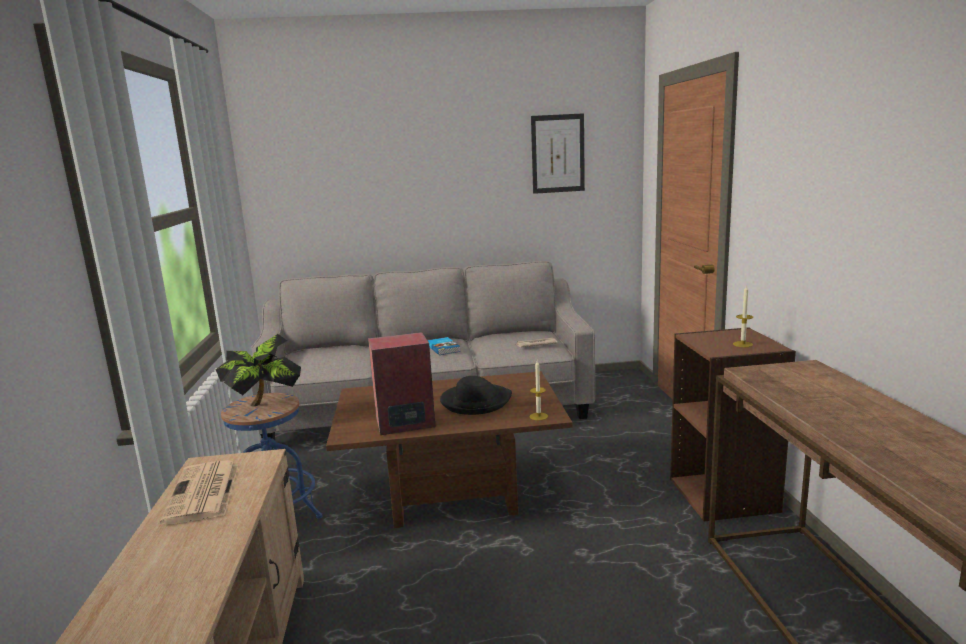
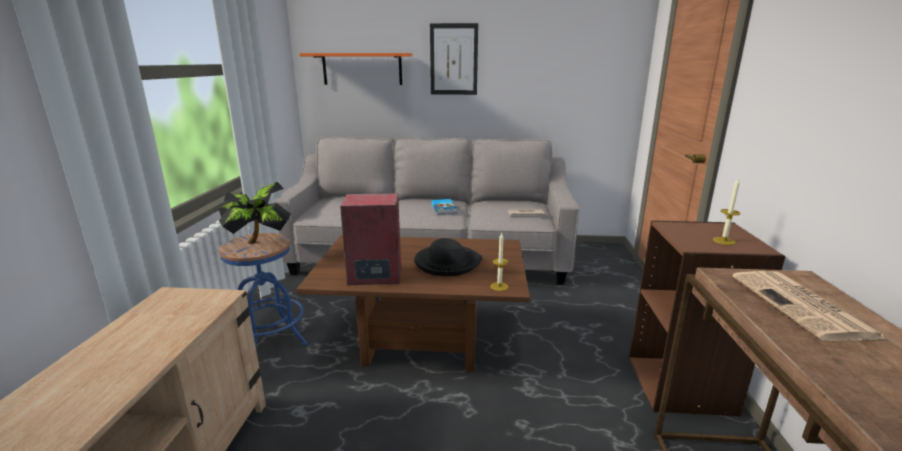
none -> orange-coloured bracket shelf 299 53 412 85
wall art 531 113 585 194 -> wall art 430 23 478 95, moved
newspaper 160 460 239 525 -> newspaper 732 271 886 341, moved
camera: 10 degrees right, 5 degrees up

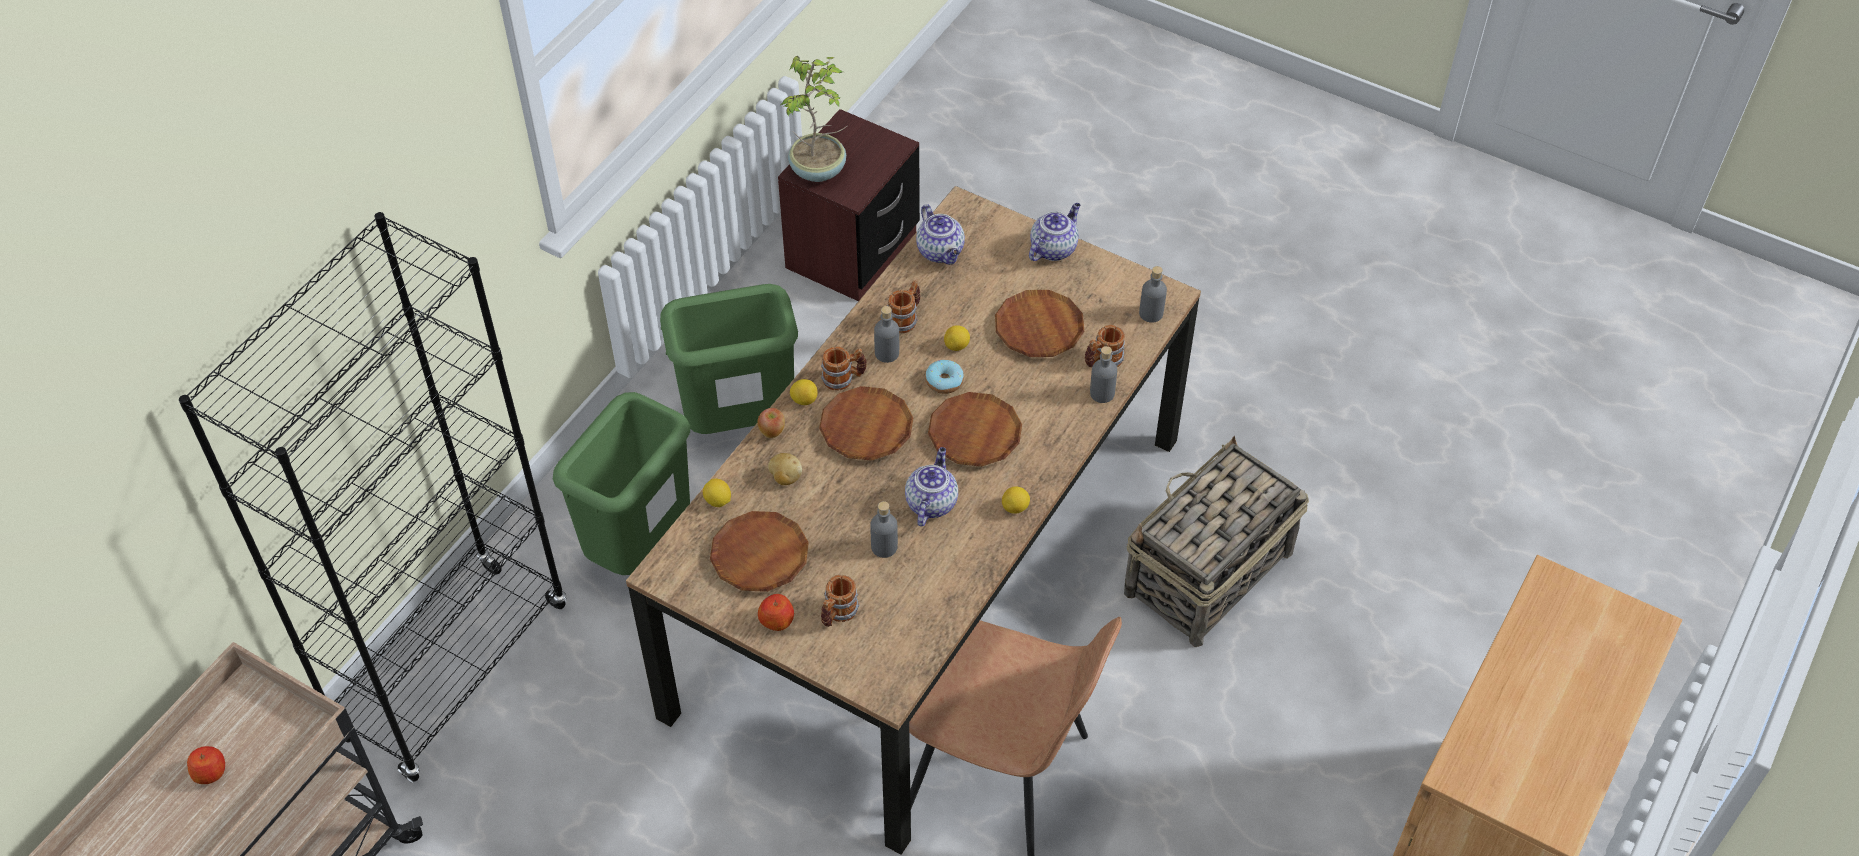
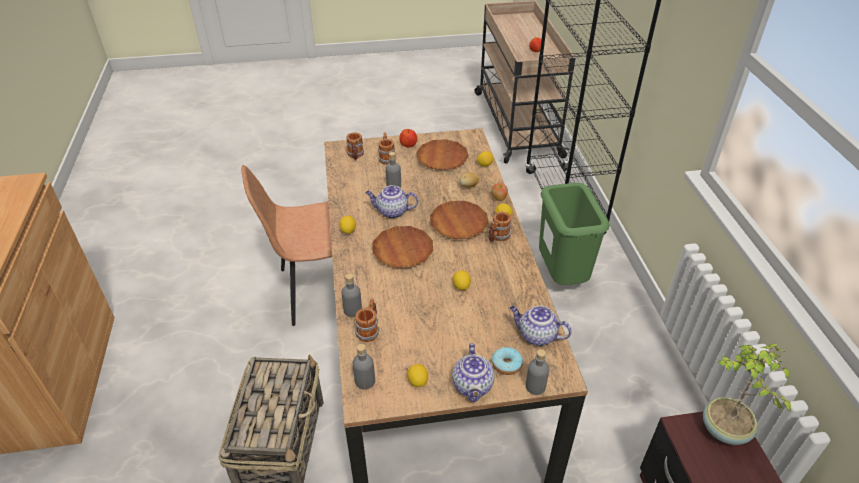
mug 887 280 920 333 -> mug 346 132 364 160, moved
tea pot 905 447 958 526 -> tea pot 366 185 418 219, 120 degrees clockwise
none -> lemon 407 364 428 387
donut 925 360 964 394 -> donut 492 347 523 375, moved
grey bottle 874 306 899 363 -> grey bottle 525 349 549 395, moved
green rubbish bin 660 284 798 434 -> none
brownish dinner plate 995 290 1084 357 -> none
camera: 140 degrees right, 10 degrees down

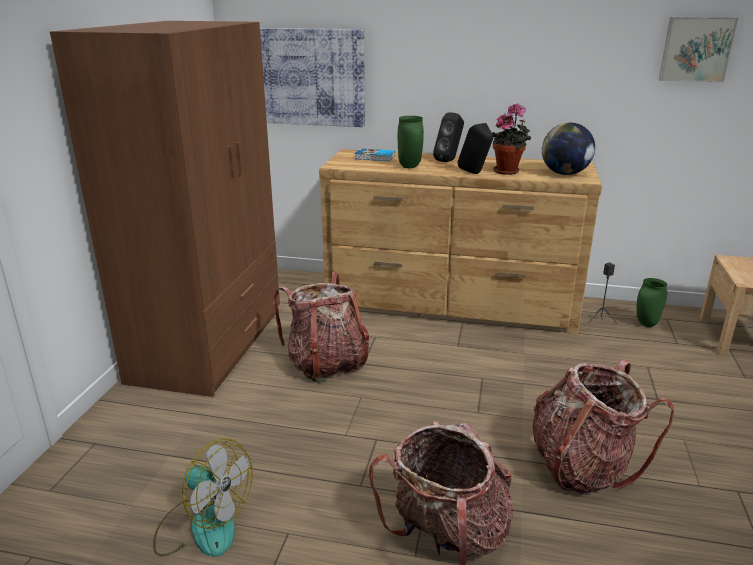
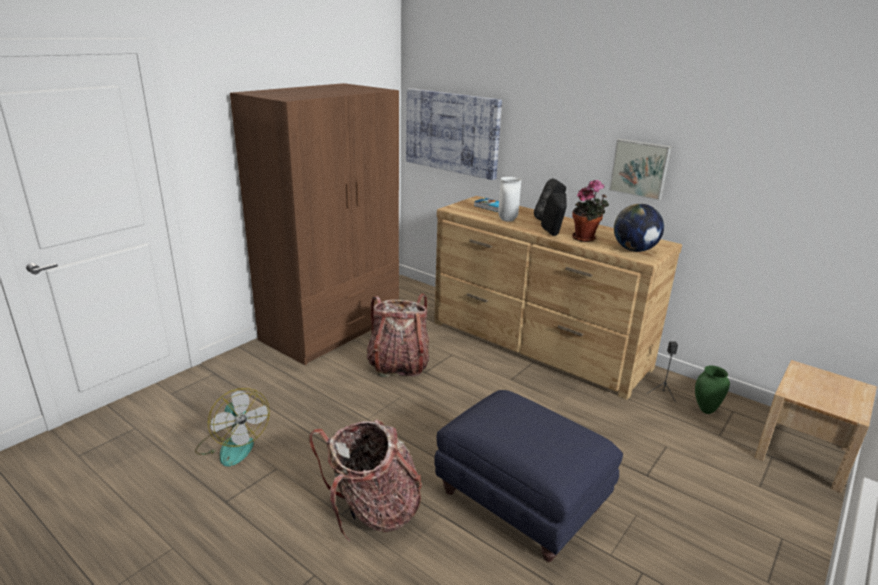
rucksack 533 359 674 494 -> bluish ottoman 434 390 623 562
green flower vase 398 116 424 168 -> white flower vase 498 177 521 221
wall art 659 17 738 83 -> wall art 609 139 671 200, moved
camera: 25 degrees right, 0 degrees up

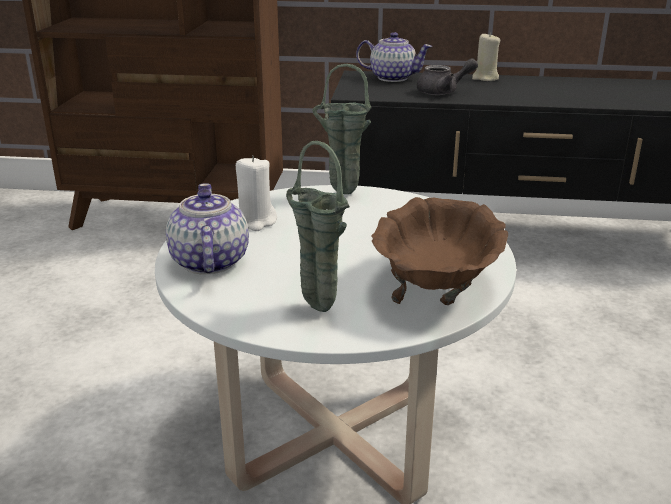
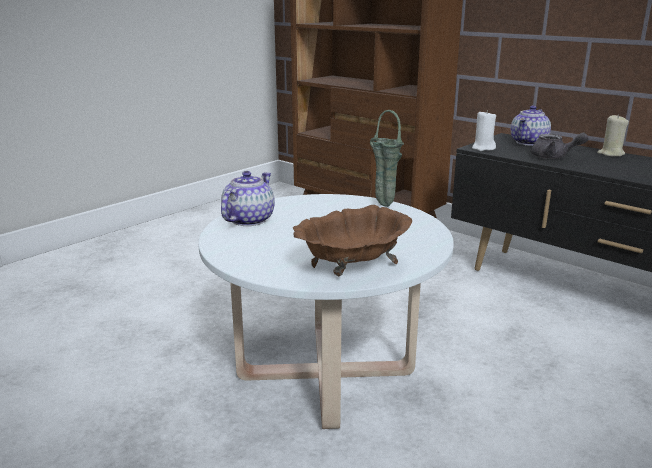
white wax light 236 155 277 231 -> white wax light 472 110 496 151, moved
tea pot 356 32 432 82 -> tea pot 511 105 551 146, 75 degrees clockwise
green flower vase 286 141 350 312 -> none
camera: 35 degrees right, 5 degrees down

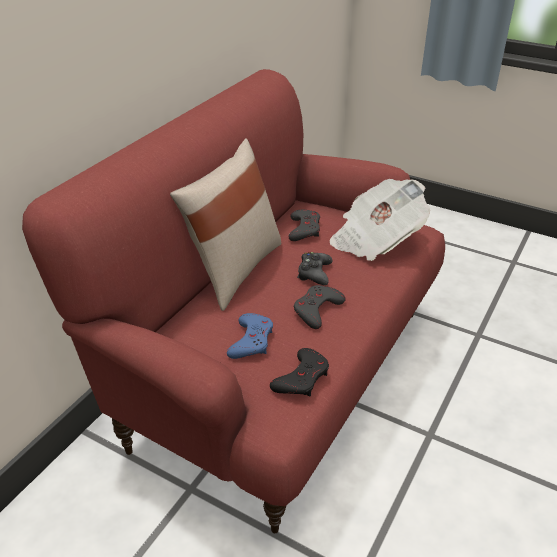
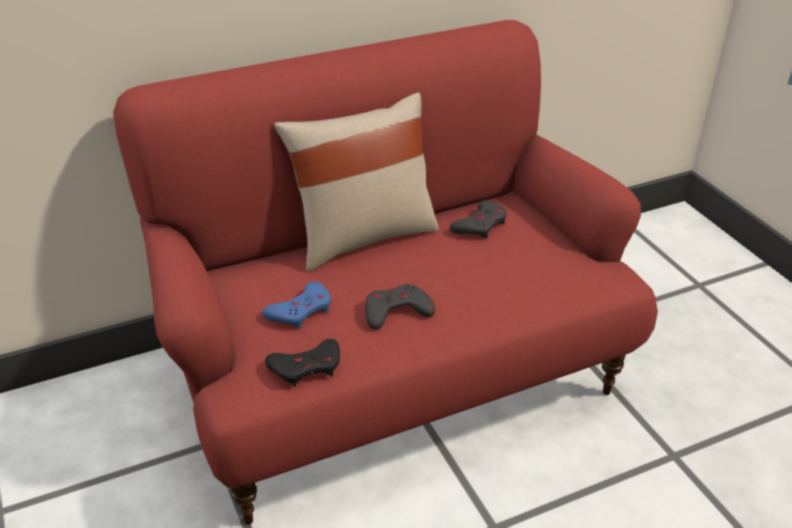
blackish game controller 297 252 332 285 -> none
newspaper 329 179 430 261 -> none
camera: 35 degrees right, 0 degrees up

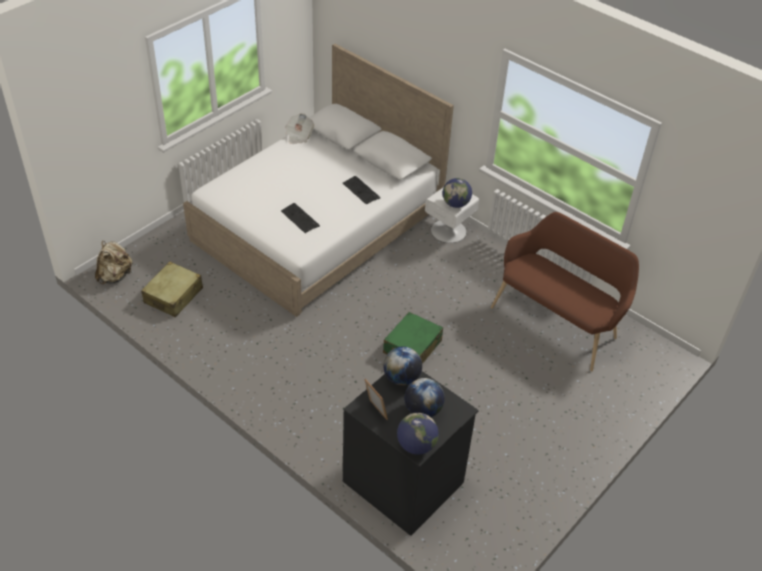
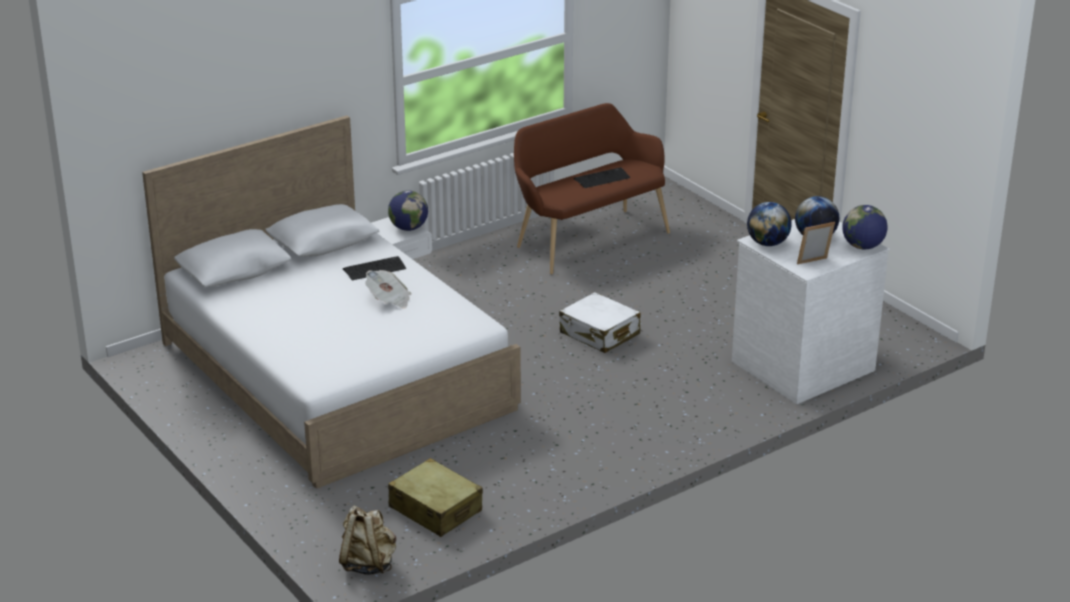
newspaper 285 113 314 144 -> newspaper 365 270 411 309, moved
green suitcase 383 312 443 364 -> white suitcase 559 292 640 353
PC keyboard 281 203 320 233 -> PC keyboard 574 168 631 188, moved
blackish dresser 343 371 479 536 -> white dresser 732 219 889 404
camera: 75 degrees left, 15 degrees down

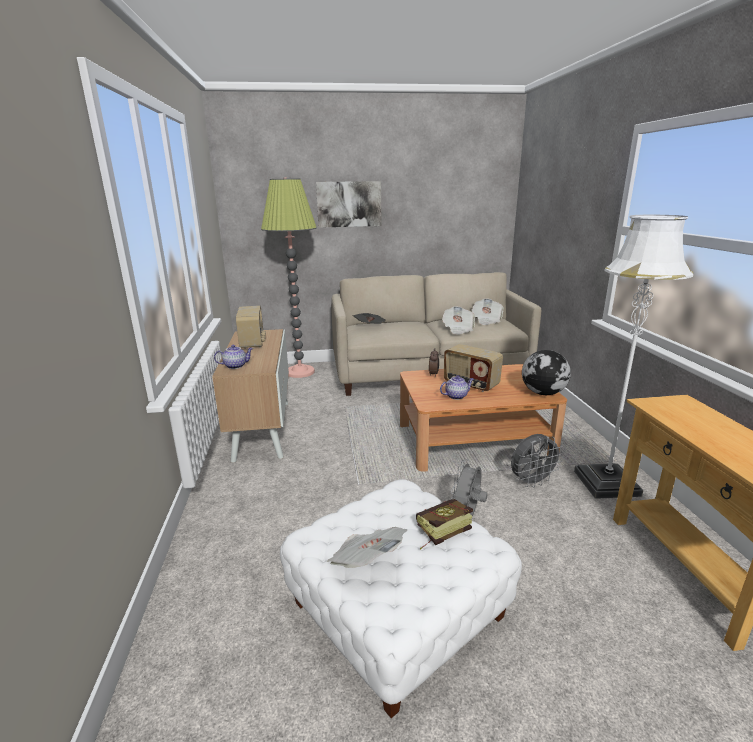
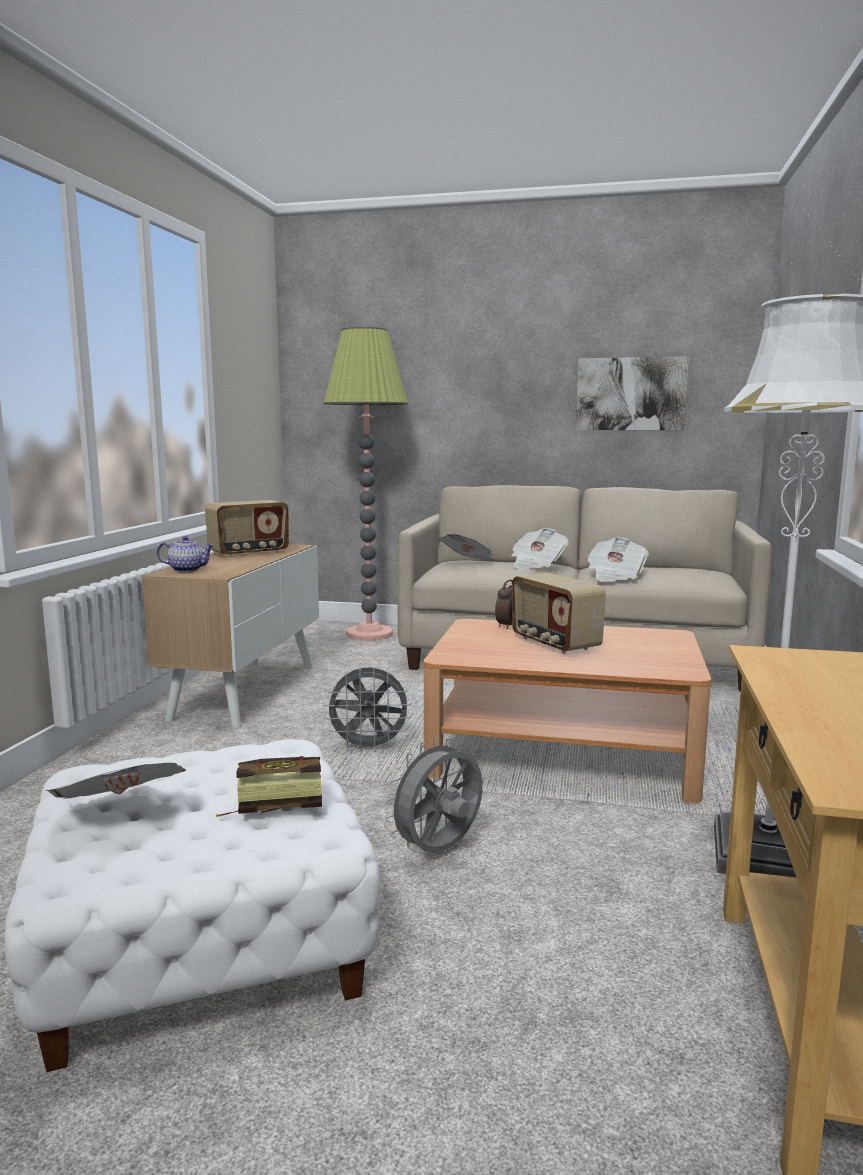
radio receiver 236 306 266 349 -> radio receiver 205 500 289 557, 45 degrees clockwise
grey cooling fan 511 434 564 488 -> grey cooling fan 323 668 412 752, moved
newspaper 471 298 504 325 -> newspaper 511 528 569 569, moved
wall art 316 181 381 228 -> wall art 576 356 689 430, moved
tea pot 440 376 473 400 -> none
world globe 522 350 571 395 -> none
camera: 20 degrees right, 10 degrees down

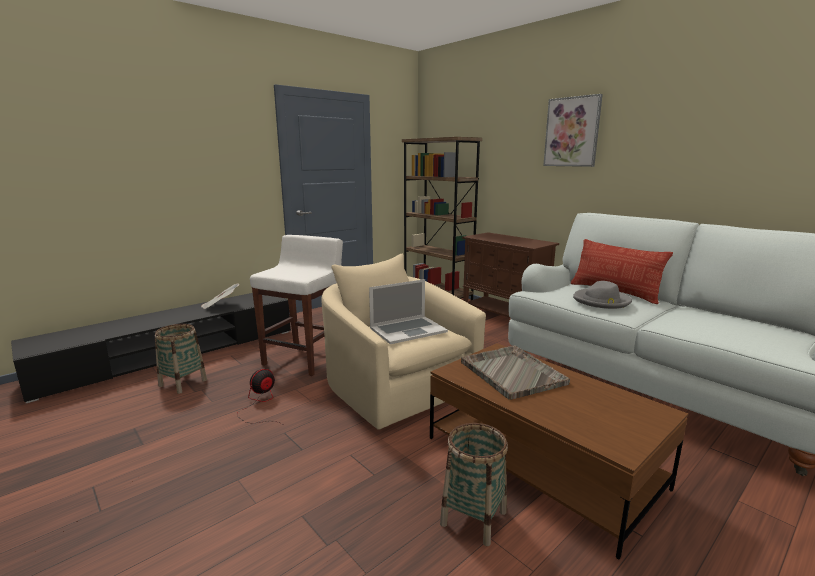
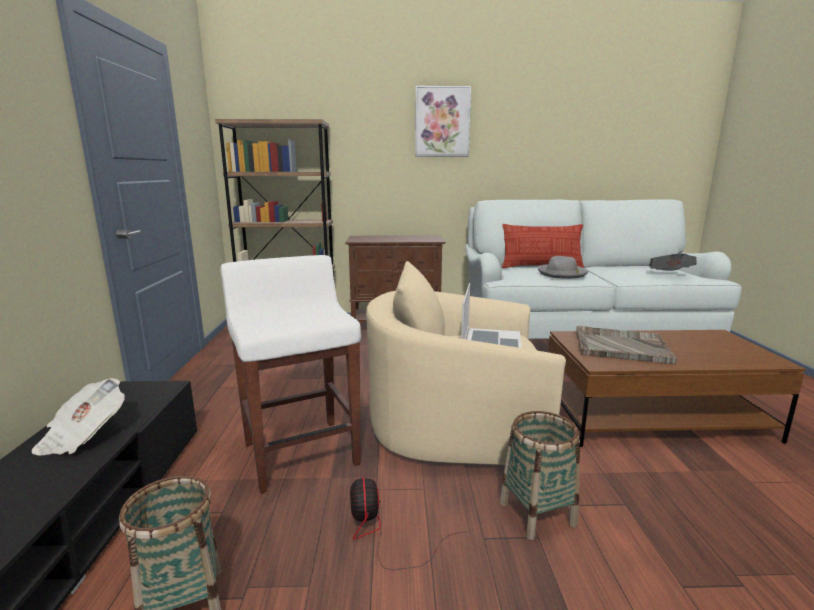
basket 440 423 508 546 -> basket 500 411 580 540, moved
none -> newspaper 649 254 697 271
camera: 50 degrees left, 0 degrees up

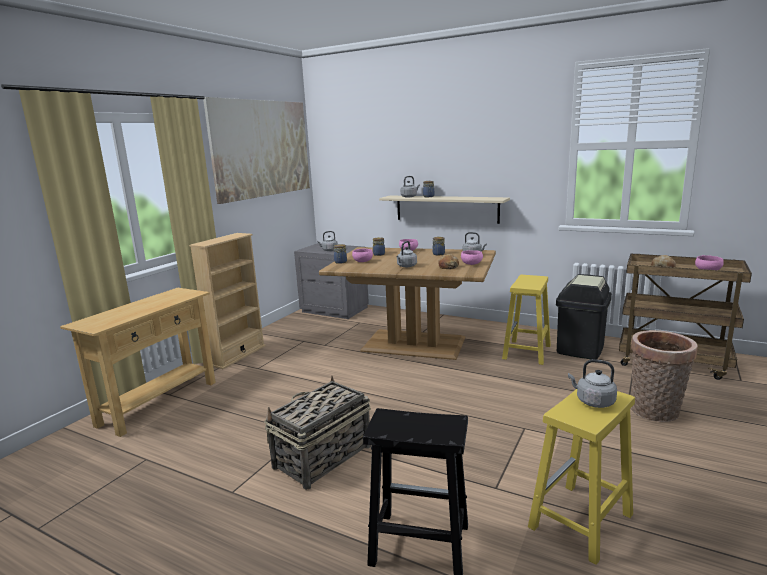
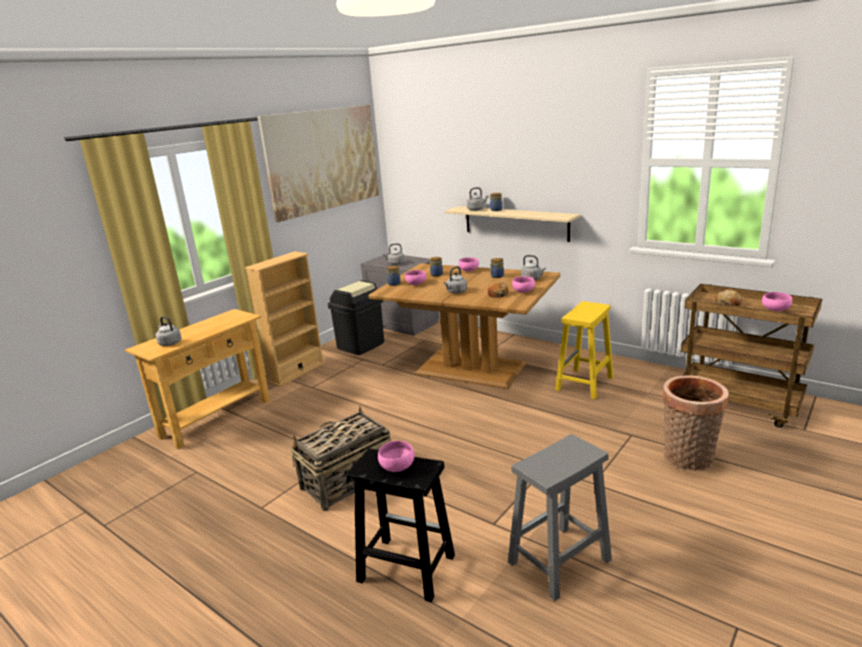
grey water kettle 568 359 617 408 -> grey water kettle 155 316 182 346, moved
blackish rubbish bin 556 274 612 360 -> blackish rubbish bin 328 280 384 355, moved
none -> pink-coloured bowl 378 441 415 472
yellowish stool seat 528 389 635 565 -> grey stool seat 508 434 612 601
camera: 10 degrees right, 5 degrees up

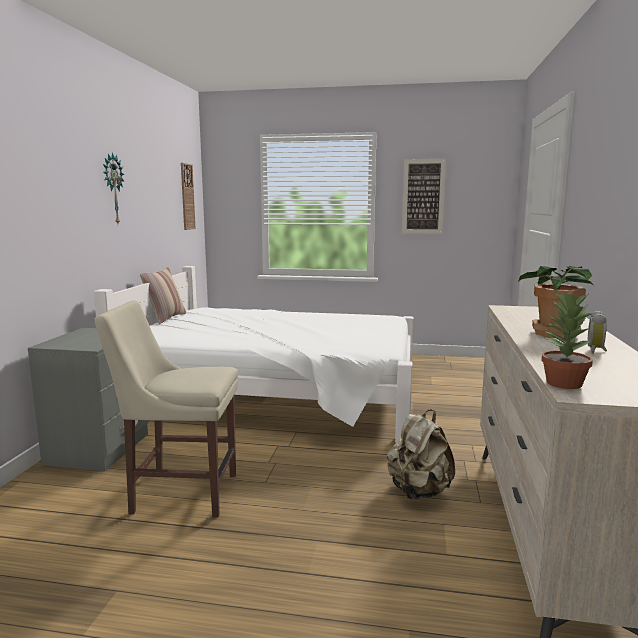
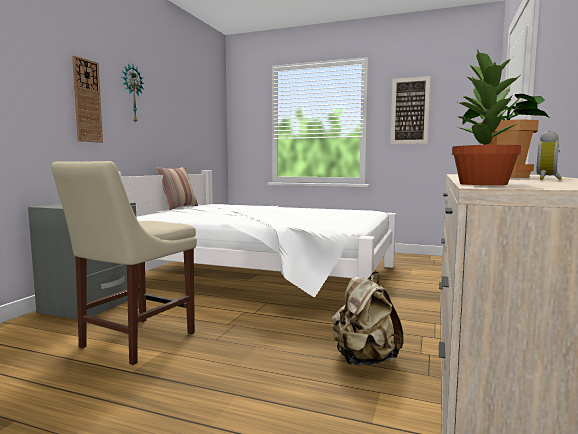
beige-coloured plain chair 94 300 238 518 -> beige-coloured plain chair 51 161 197 365, 75 degrees counterclockwise
wall clock 181 163 196 230 -> wall clock 72 56 103 143, moved
camera: 10 degrees right, 5 degrees down

